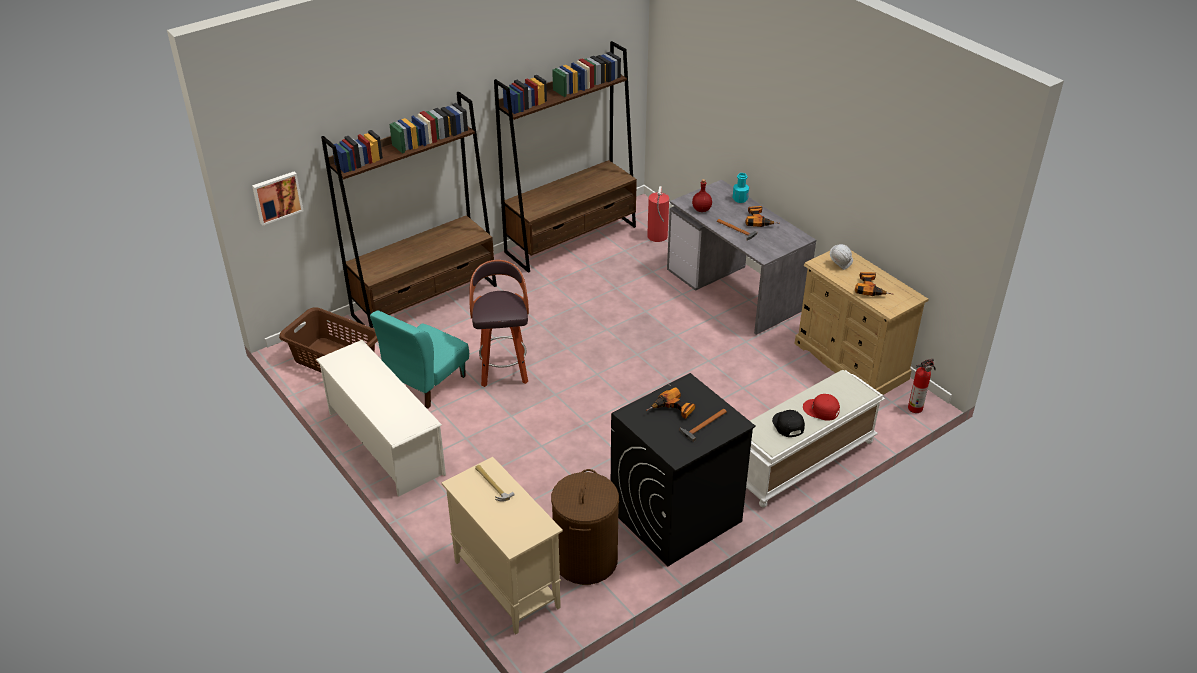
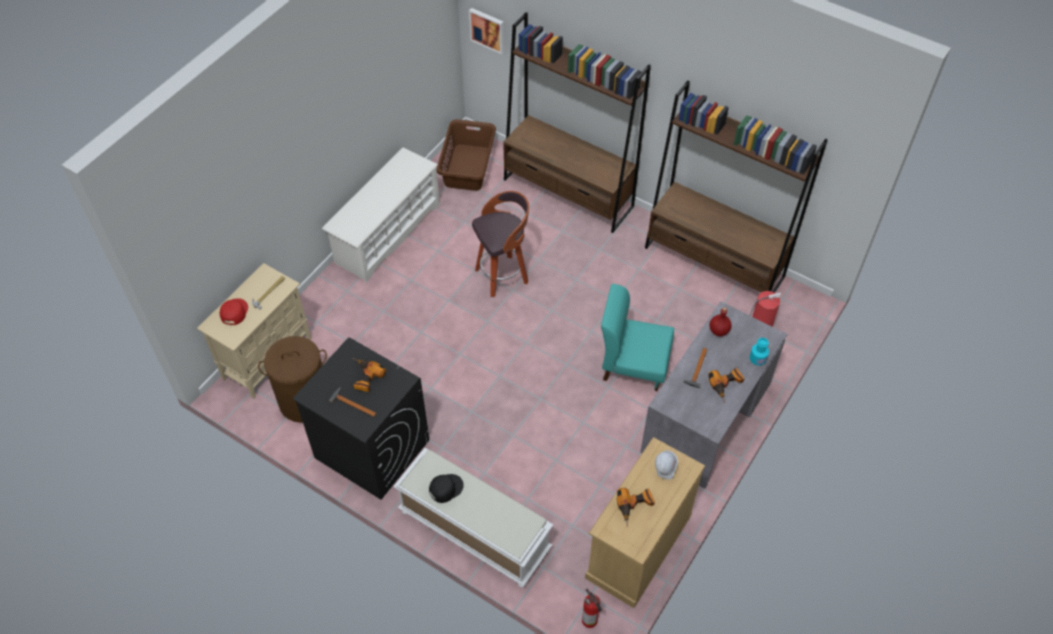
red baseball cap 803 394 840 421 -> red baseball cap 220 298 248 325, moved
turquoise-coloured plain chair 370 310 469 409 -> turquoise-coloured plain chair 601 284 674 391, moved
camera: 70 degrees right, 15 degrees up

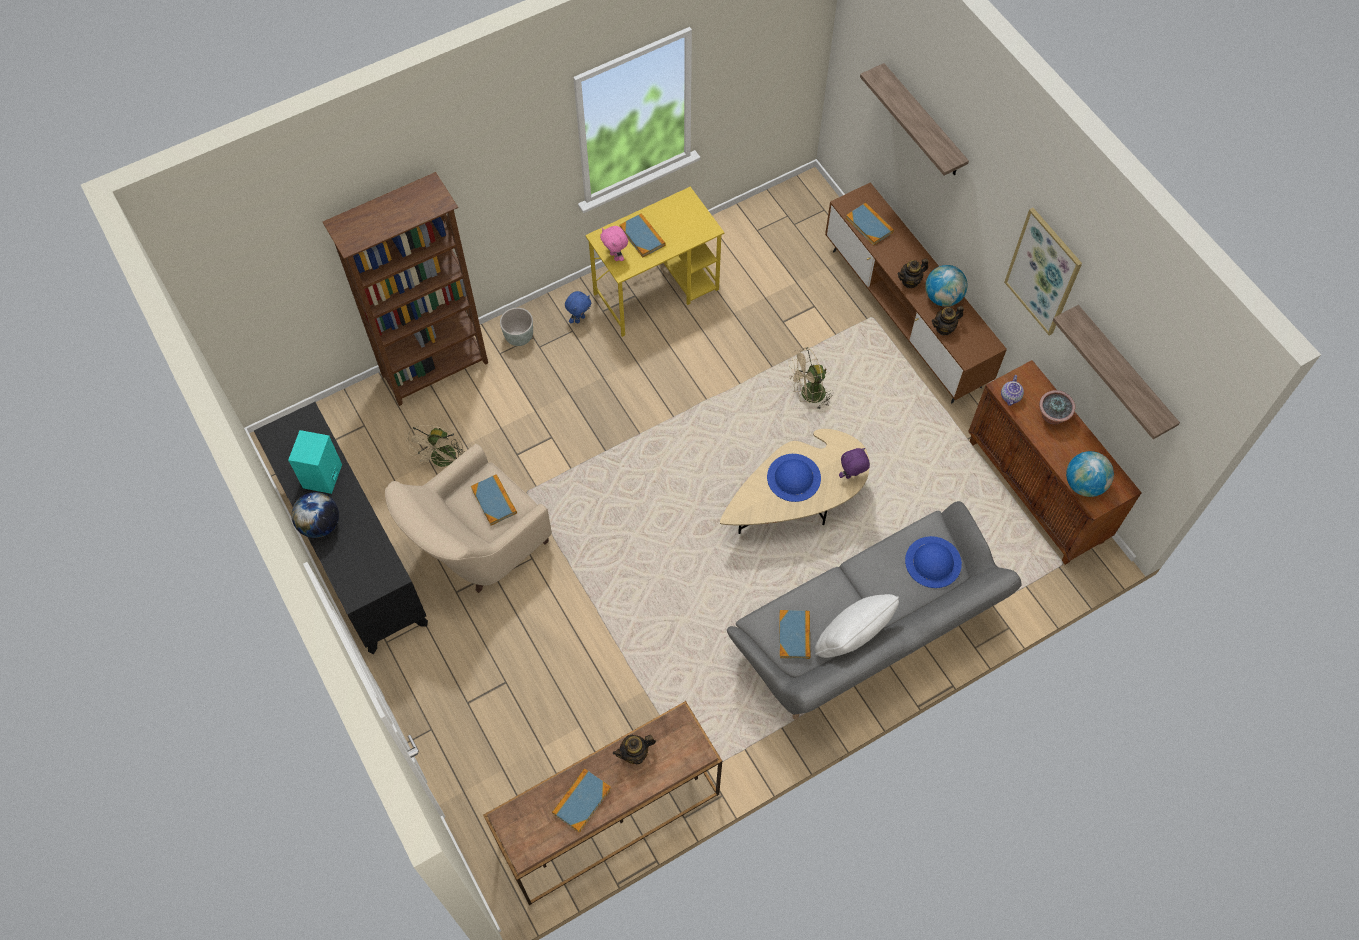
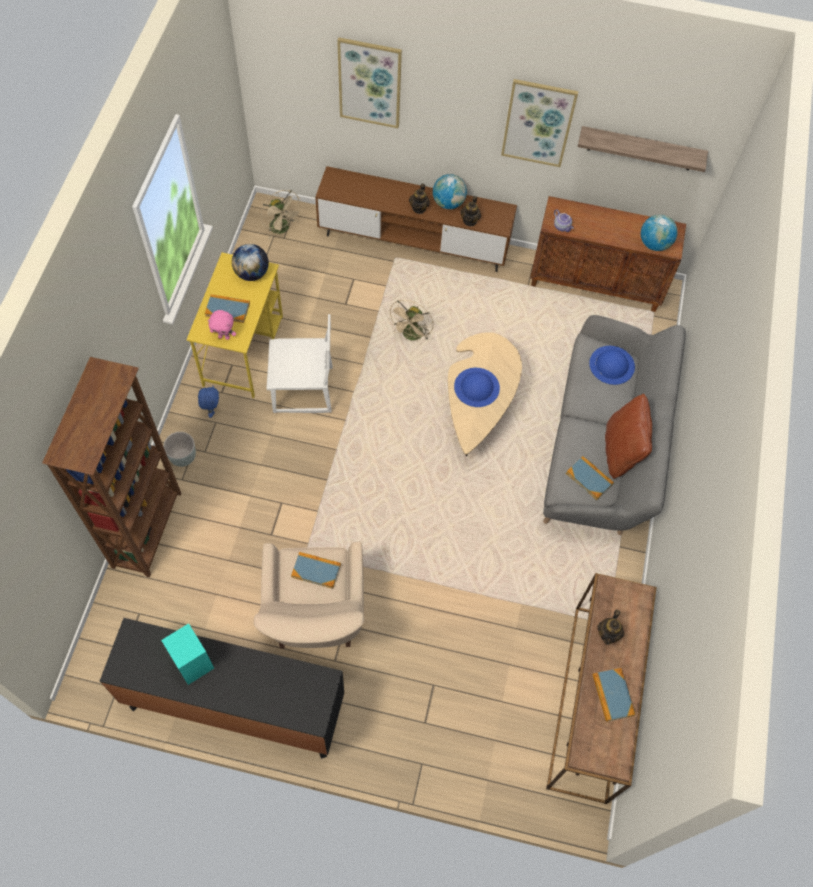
world globe 291 492 339 538 -> world globe 232 244 269 281, moved
beige-coloured cooling fan 406 425 465 469 -> beige-coloured cooling fan 261 190 303 239, moved
none -> white plain chair 266 314 333 413
bracket shelf 860 63 969 176 -> wall art 337 37 402 128
white cushion 815 594 899 658 -> brownish cushion 605 394 652 479
purple-coloured soft toy 839 448 870 479 -> none
book 846 203 894 246 -> none
plant in a pot 1039 390 1076 424 -> none
camera: 50 degrees left, 0 degrees up

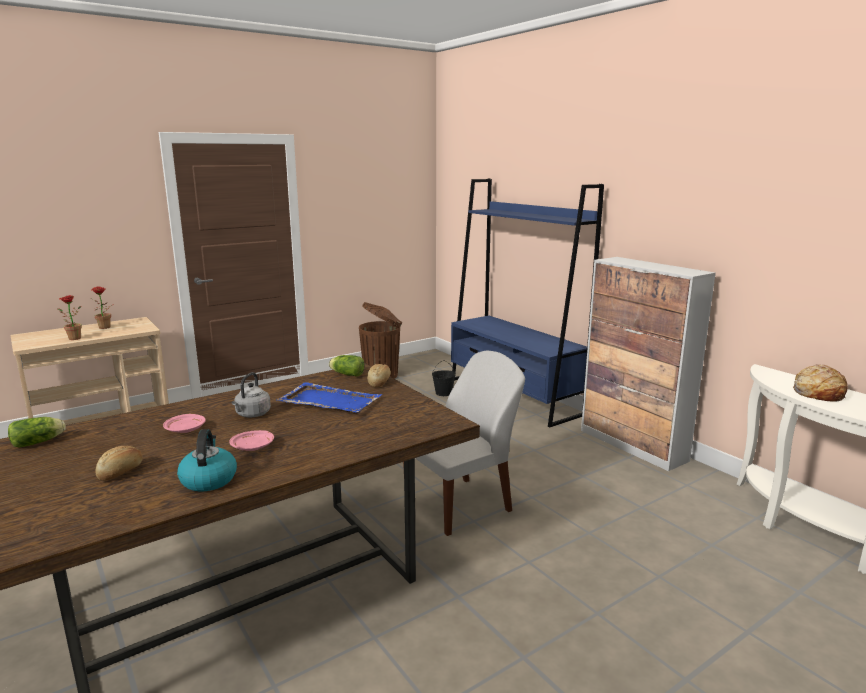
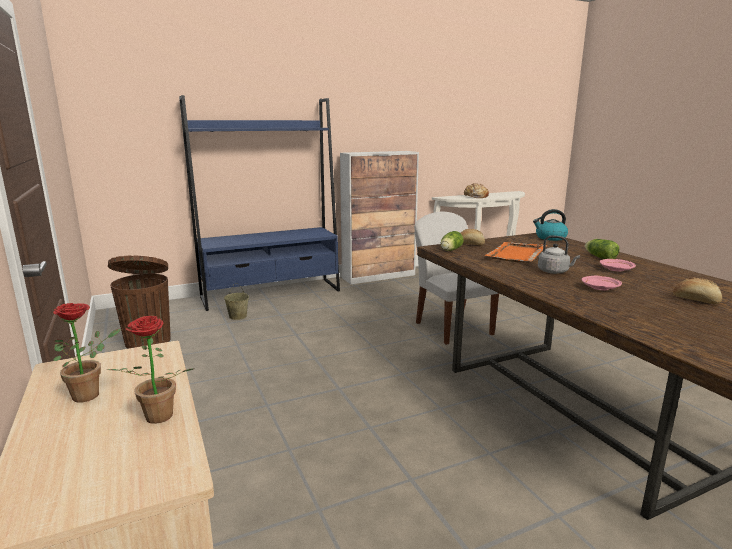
blackish water bucket 432 360 456 396 -> beige-coloured water bucket 224 283 249 320
bluish serving tray 276 382 382 414 -> orange-coloured serving tray 484 242 547 263
water kettle 177 429 237 491 -> water kettle 533 209 568 241, moved
lettuce 8 417 66 448 -> lettuce 585 239 620 259, moved
camera: 80 degrees left, 0 degrees up

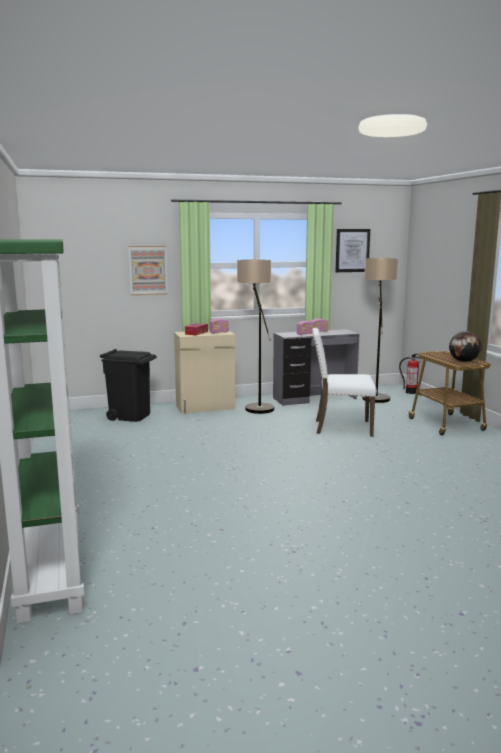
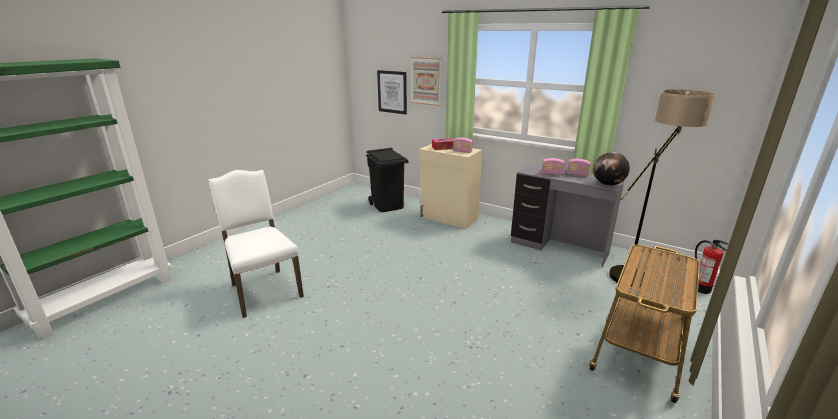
white plain chair 312 328 377 437 -> white plain chair 208 170 304 318, moved
wall art 335 229 370 272 -> wall art 377 70 407 114, moved
world globe 449 331 481 362 -> world globe 593 152 630 186, moved
standing lamp 237 260 274 414 -> none
camera: 50 degrees right, 10 degrees up

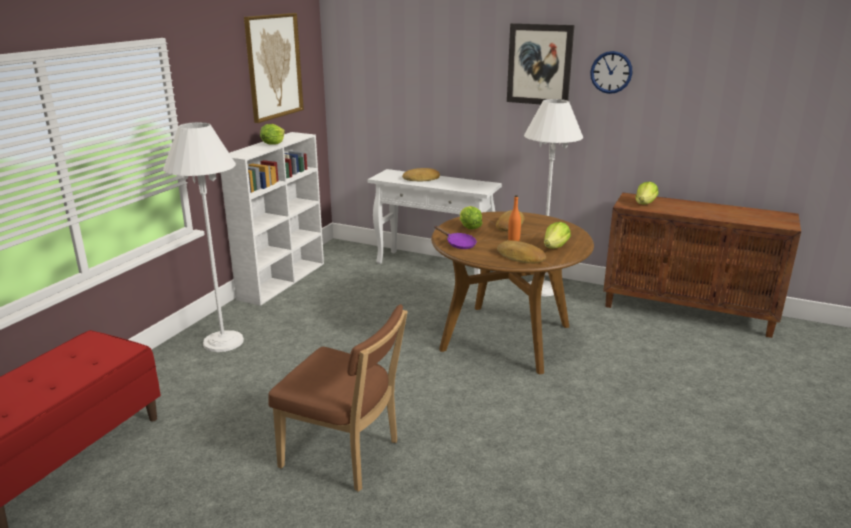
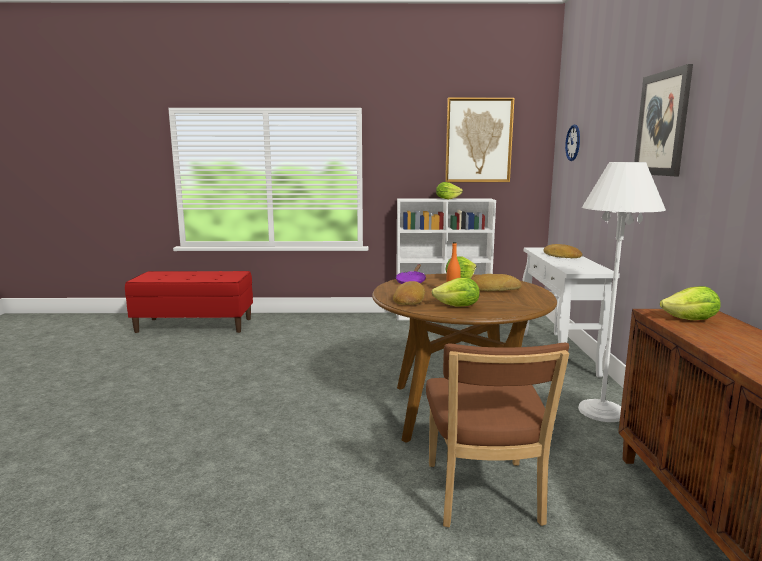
brownish plain chair 268 304 408 492 -> brownish plain chair 426 343 569 527, moved
wall clock 590 51 632 94 -> wall clock 565 125 580 161, moved
white standing lamp 163 122 244 352 -> none
camera: 65 degrees right, 10 degrees down

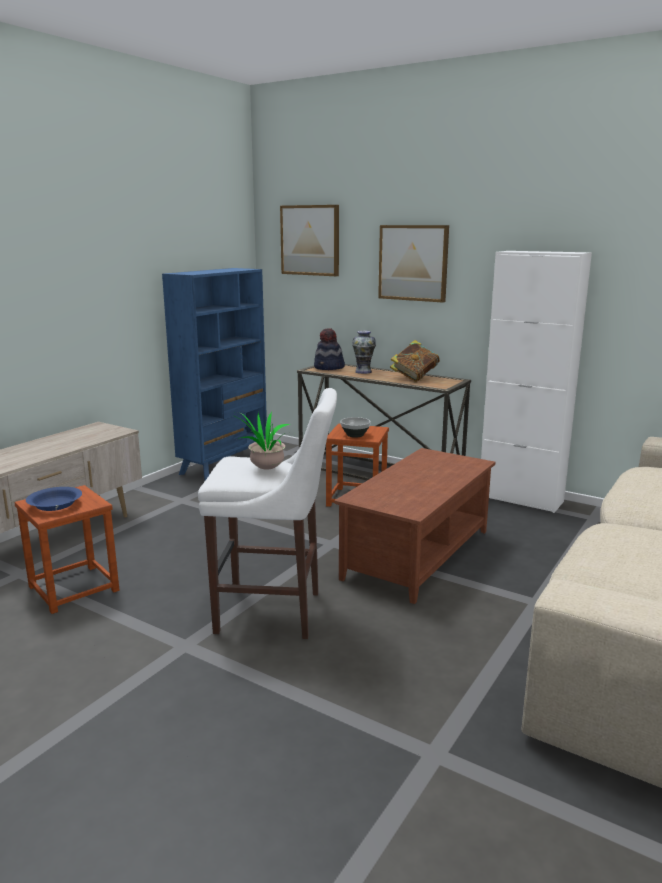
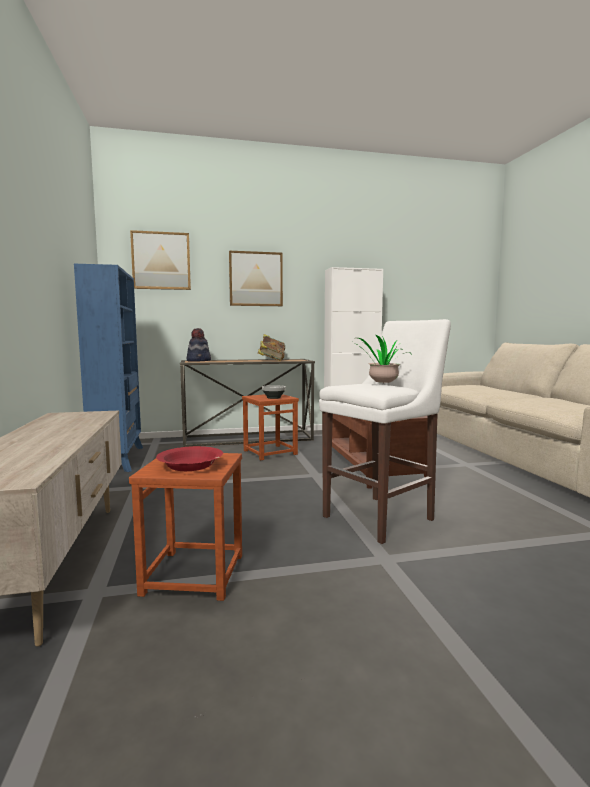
bluish bowl 26 487 82 511 -> red bowl 156 446 223 471
flower vase 352 331 376 374 -> none
camera: 45 degrees left, 10 degrees down

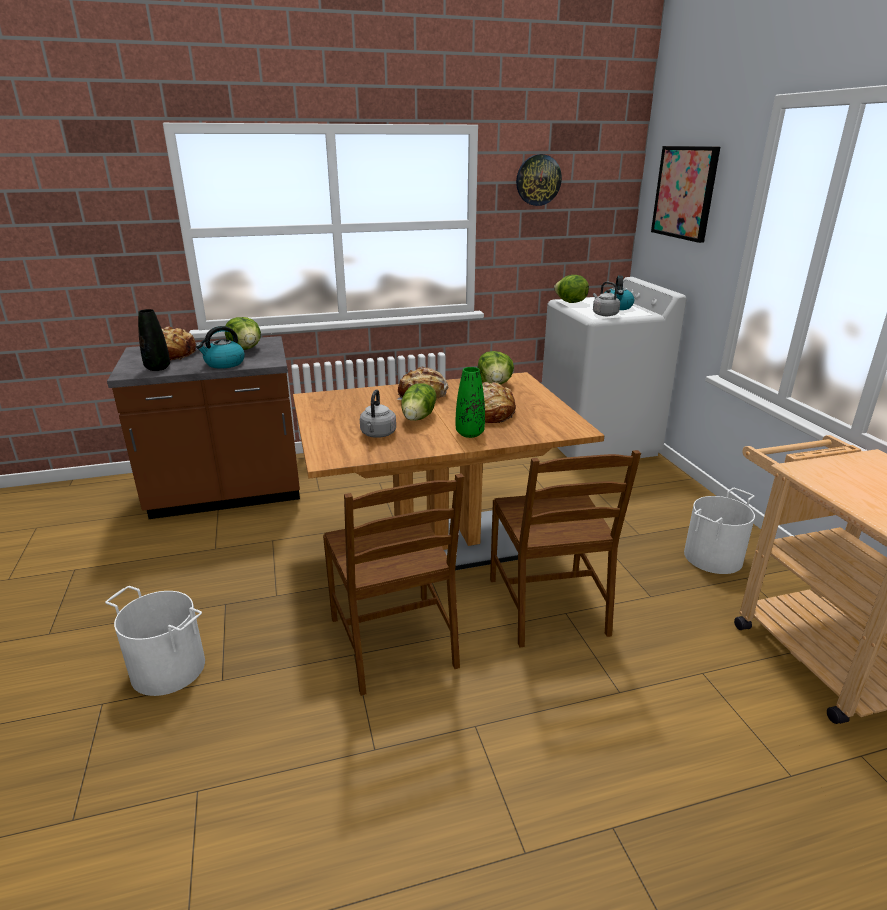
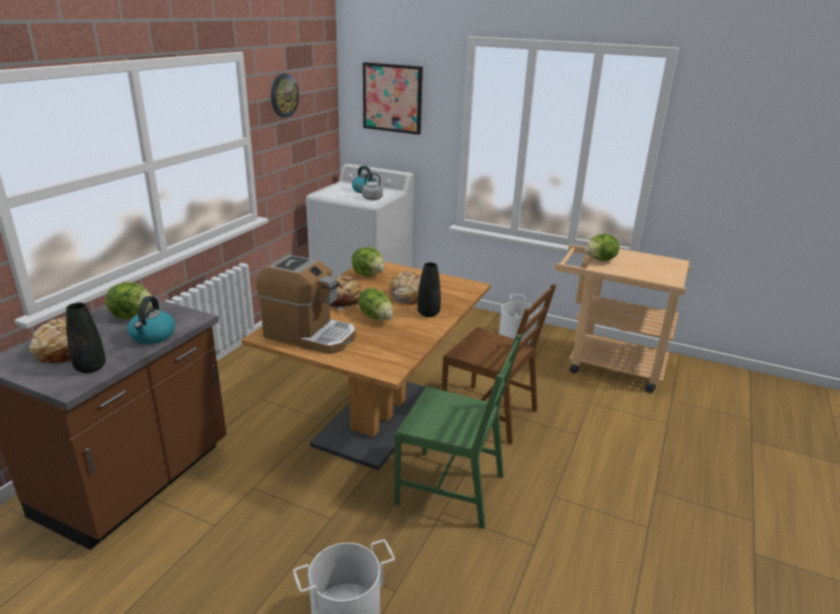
none -> coffee machine 256 255 356 354
brownish plain chair 323 473 464 696 -> green plain chair 394 334 522 528
green flower vase 456 367 485 438 -> blackish flower vase 417 262 441 317
lettuce 554 275 589 303 -> lettuce 585 234 620 261, moved
grey water kettle 360 389 396 438 -> none
camera: 50 degrees left, 0 degrees up

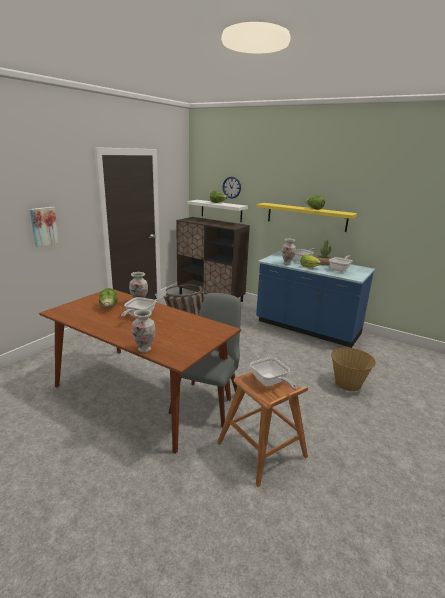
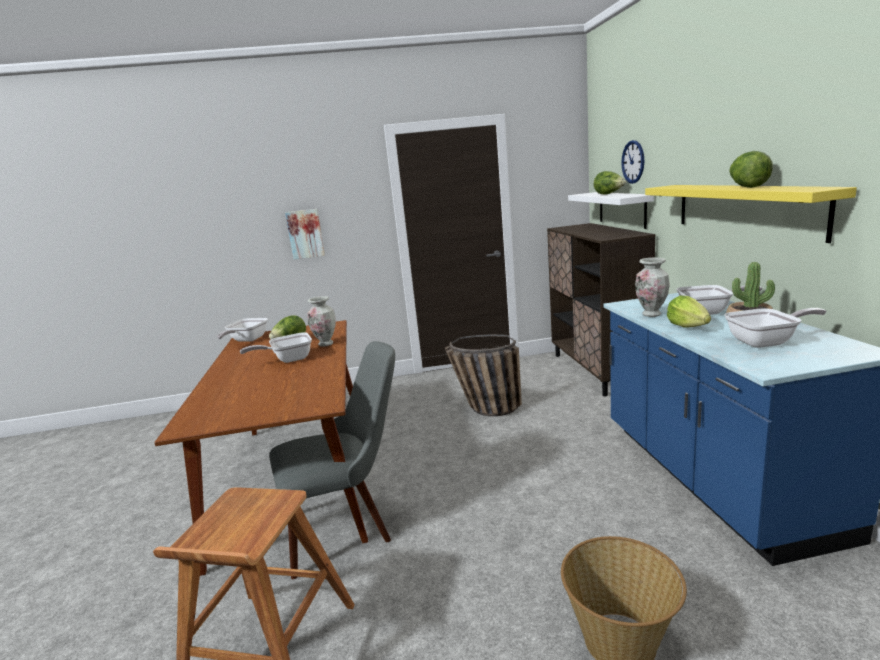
skillet 250 357 297 390 -> skillet 217 318 268 342, moved
flower vase 131 309 155 353 -> none
camera: 50 degrees right, 5 degrees down

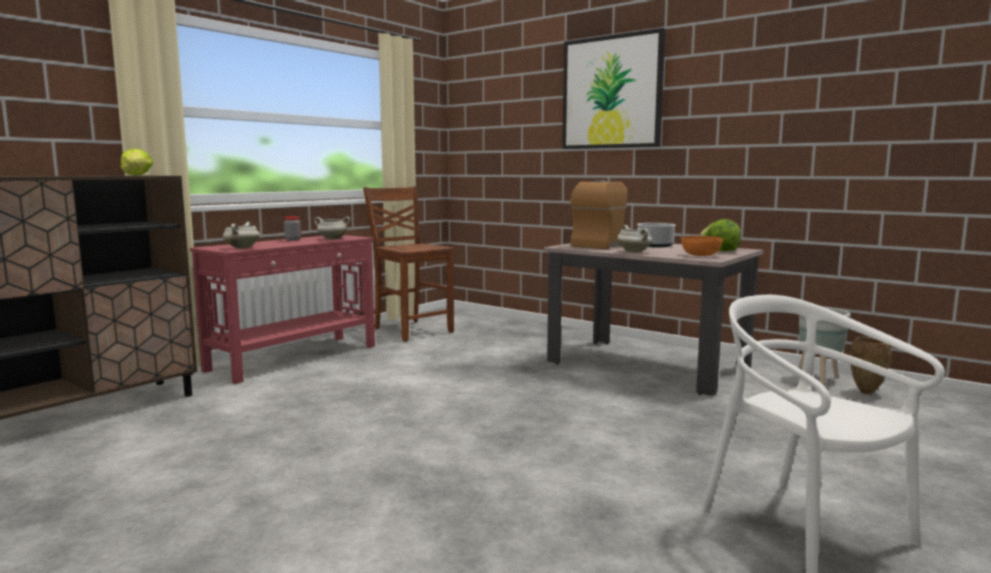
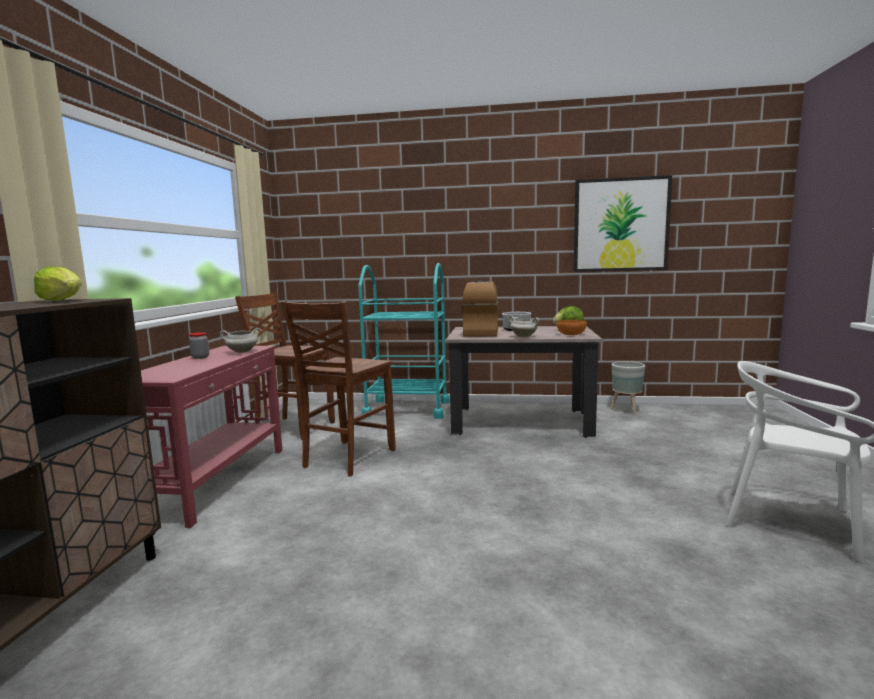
none -> brownish plain chair 281 301 396 476
none -> turquoise-coloured wheeled cart 358 263 450 419
wall art 562 28 665 149 -> wall art 573 175 672 272, moved
white saucepot 223 222 260 249 -> none
brownish flower vase 850 336 891 394 -> none
camera: 30 degrees left, 0 degrees up

